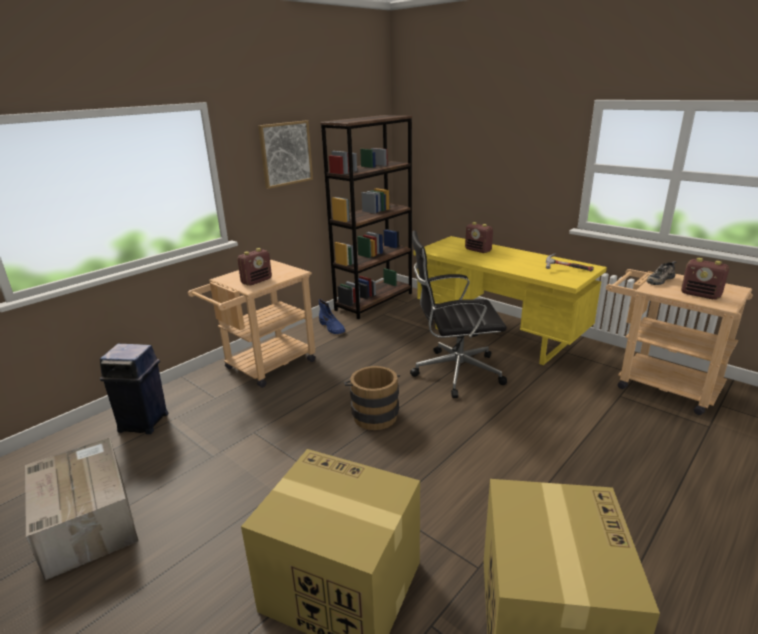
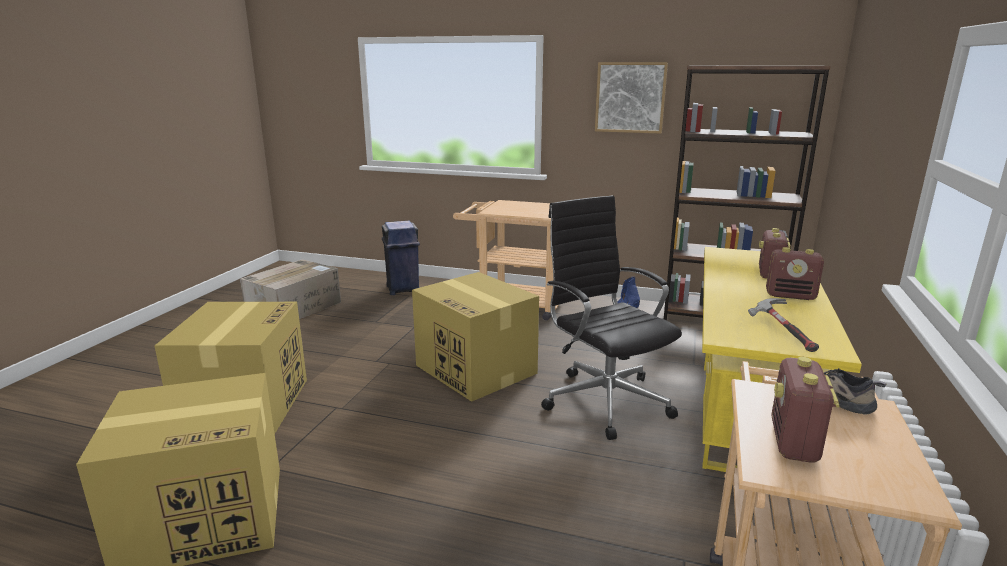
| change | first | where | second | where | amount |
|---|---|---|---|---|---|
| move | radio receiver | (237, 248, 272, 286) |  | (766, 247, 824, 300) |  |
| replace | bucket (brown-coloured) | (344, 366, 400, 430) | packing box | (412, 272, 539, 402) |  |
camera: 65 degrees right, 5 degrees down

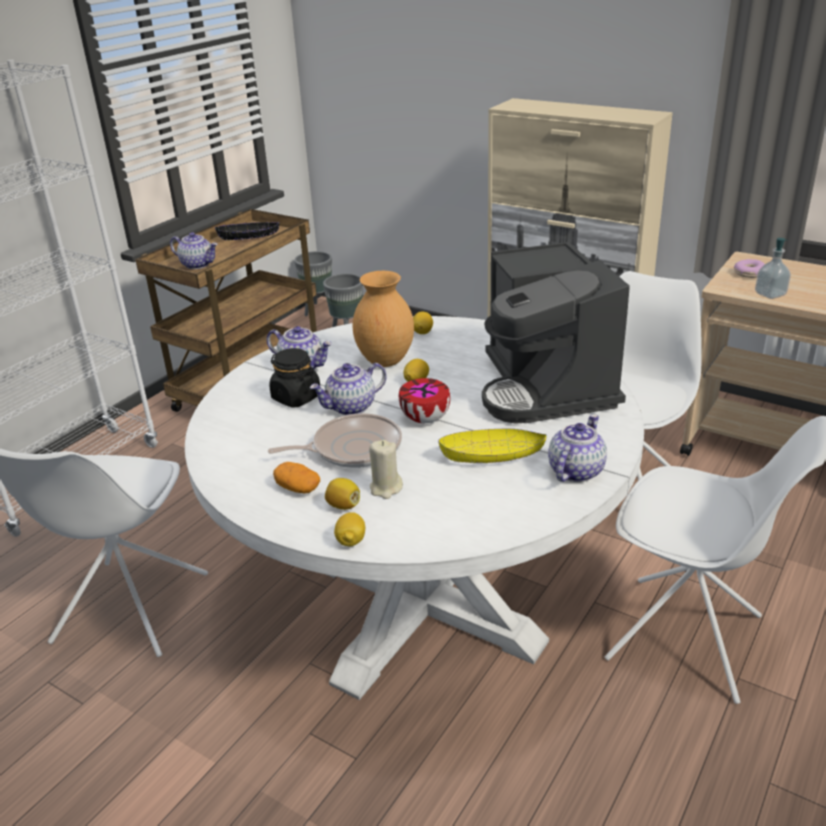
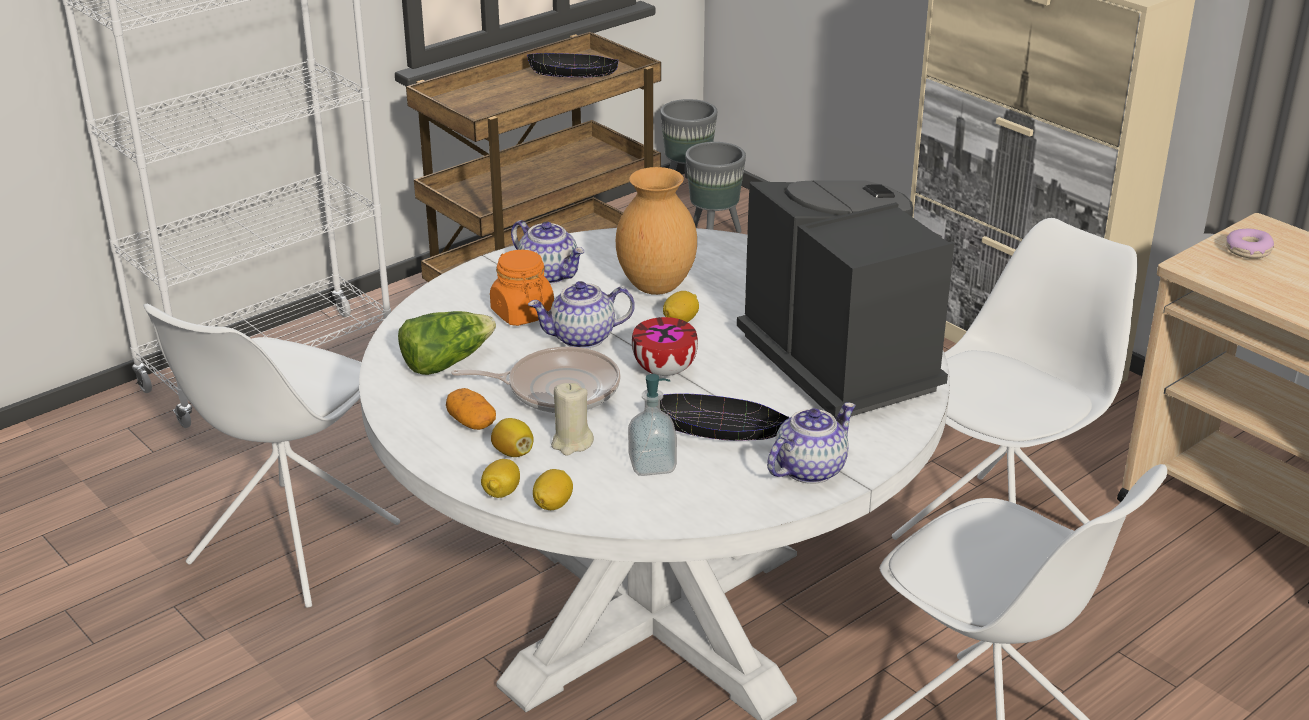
| change | first | where | second | where | amount |
|---|---|---|---|---|---|
| delete | pot for tea | (170, 232, 218, 269) |  |  |  |
| insert |  |  | lettuce head | (398, 311, 496, 375) |  |
| move | lemon | (413, 312, 433, 334) |  | (533, 469, 573, 510) |  |
| move | soap dispenser | (755, 238, 791, 299) |  | (628, 374, 677, 476) |  |
| recolor | preserve jar (black) | (269, 348, 320, 408) | preserve jar (orangey) | (490, 250, 554, 326) |  |
| recolor | deep dish (yellowish) | (438, 429, 547, 463) | deep dish (black) | (660, 394, 789, 441) |  |
| rotate | coffee machine | (482, 242, 630, 424) |  | (737, 181, 954, 419) | 150 degrees clockwise |
camera: 15 degrees right, 0 degrees up

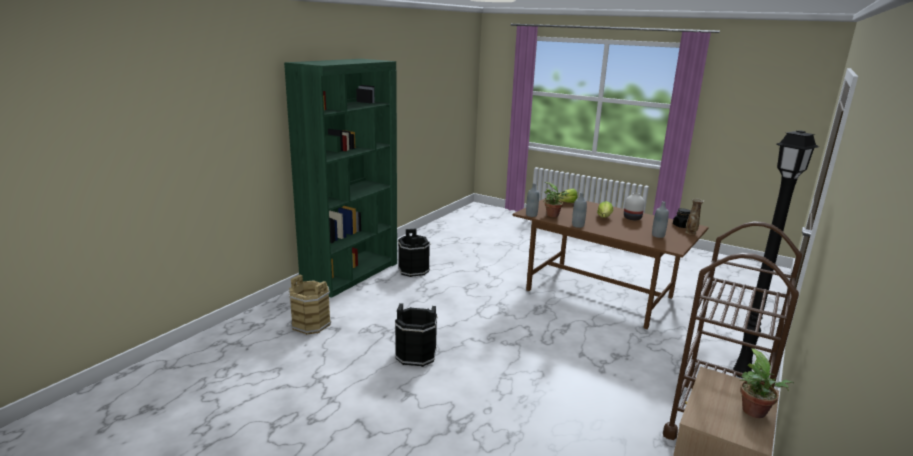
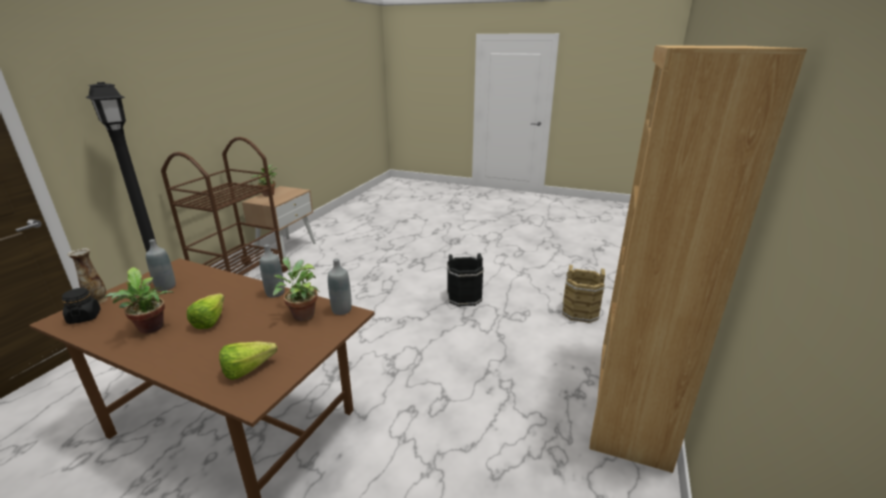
| change | first | where | second | where | amount |
|---|---|---|---|---|---|
| delete | bucket (black) | (398, 229, 431, 277) |  |  |  |
| replace | vase (white) | (624, 193, 645, 220) | plant in a pot | (105, 267, 173, 334) |  |
| recolor | bookcase (greenish) | (284, 59, 397, 298) | bookcase (brown-coloured) | (589, 45, 807, 473) |  |
camera: 170 degrees right, 5 degrees up

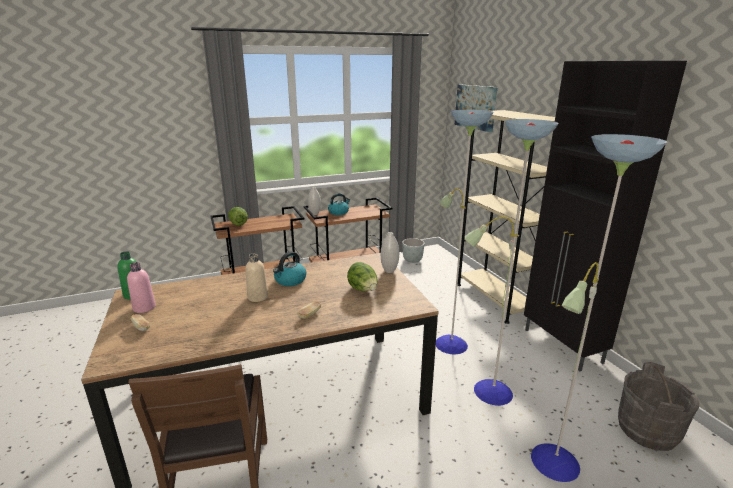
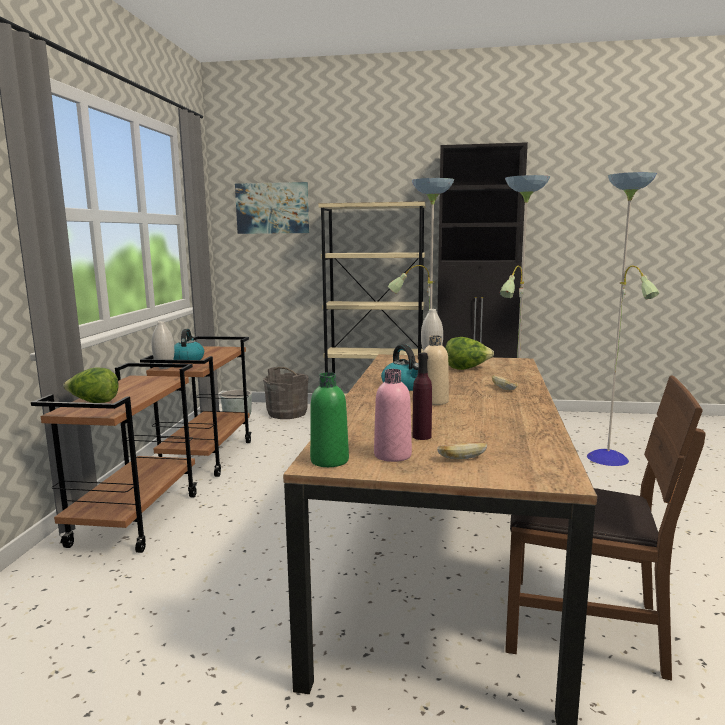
| change | first | where | second | where | amount |
|---|---|---|---|---|---|
| insert |  |  | beverage bottle (purple-coloured) | (412, 353, 432, 440) |  |
| move | bucket (grey) | (618, 362, 700, 451) |  | (263, 367, 308, 419) |  |
camera: 60 degrees left, 10 degrees down

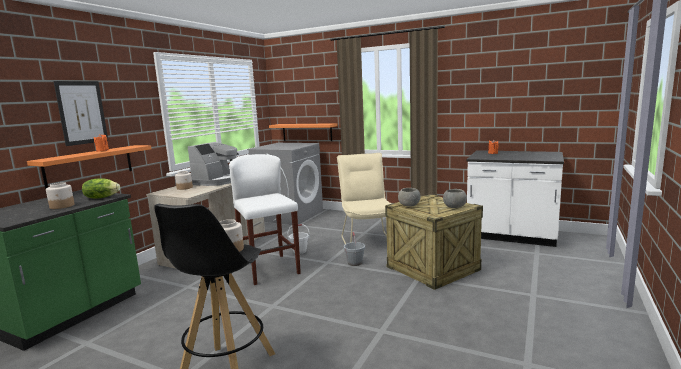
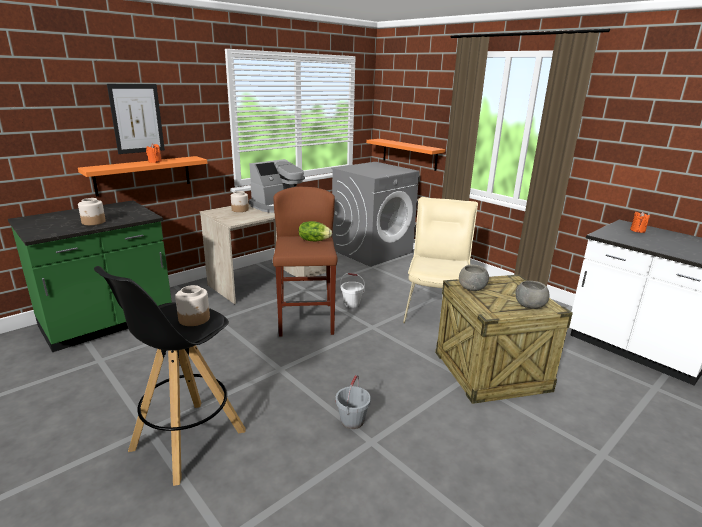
| change | first | where | second | where | amount |
|---|---|---|---|---|---|
| move | lettuce head | (82, 178, 120, 199) |  | (298, 221, 332, 241) |  |
| move | bucket (grey) | (344, 232, 365, 266) |  | (335, 375, 371, 429) |  |
| recolor | stool (white) | (229, 154, 301, 285) | stool (brown-coloured) | (273, 187, 338, 337) |  |
camera: 20 degrees right, 10 degrees up

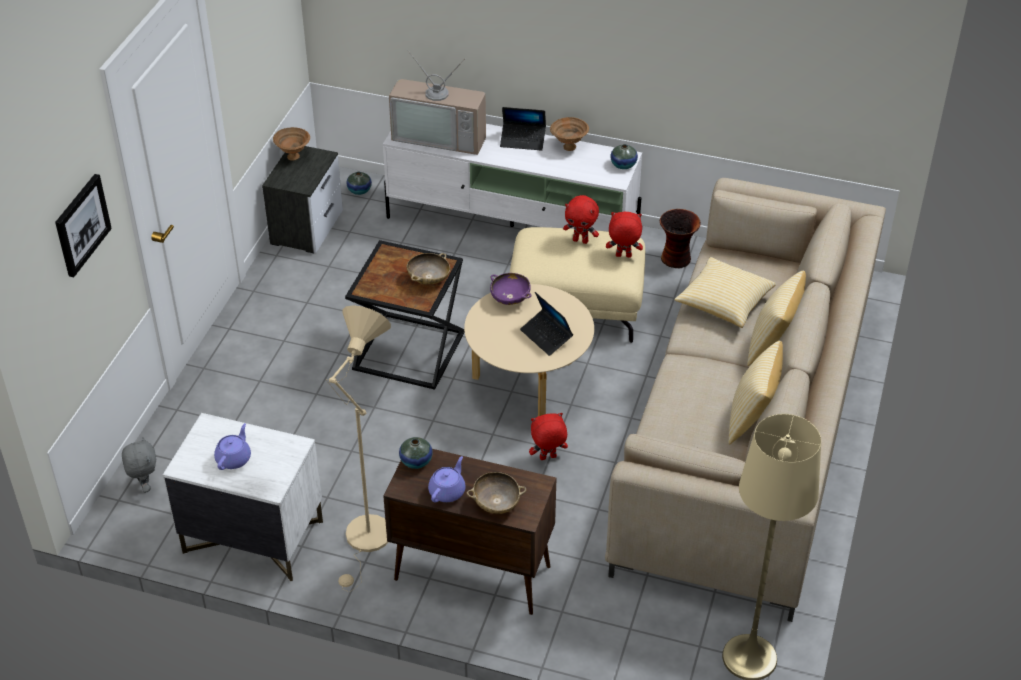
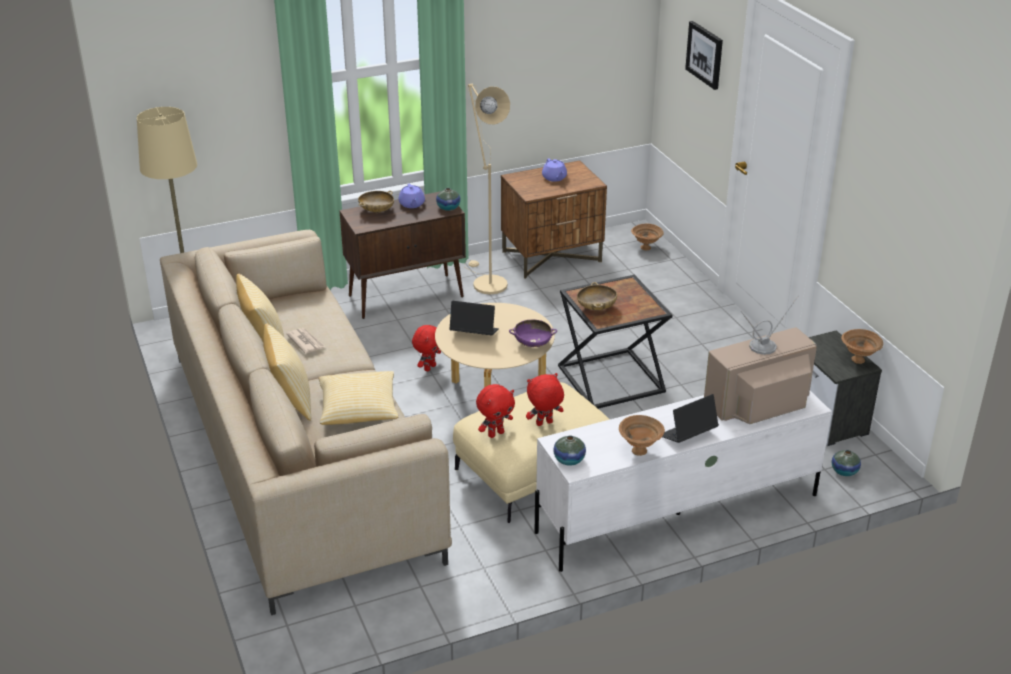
| change | first | where | second | where | amount |
|---|---|---|---|---|---|
| delete | vase | (660, 209, 701, 268) |  |  |  |
| insert |  |  | newspaper | (286, 328, 325, 354) |  |
| replace | soft toy (grey) | (122, 437, 156, 493) | deep dish (brown-coloured) | (631, 224, 663, 250) |  |
| recolor | bedside table (white) | (163, 413, 323, 582) | bedside table (brown-coloured) | (501, 160, 607, 279) |  |
camera: 140 degrees right, 10 degrees down

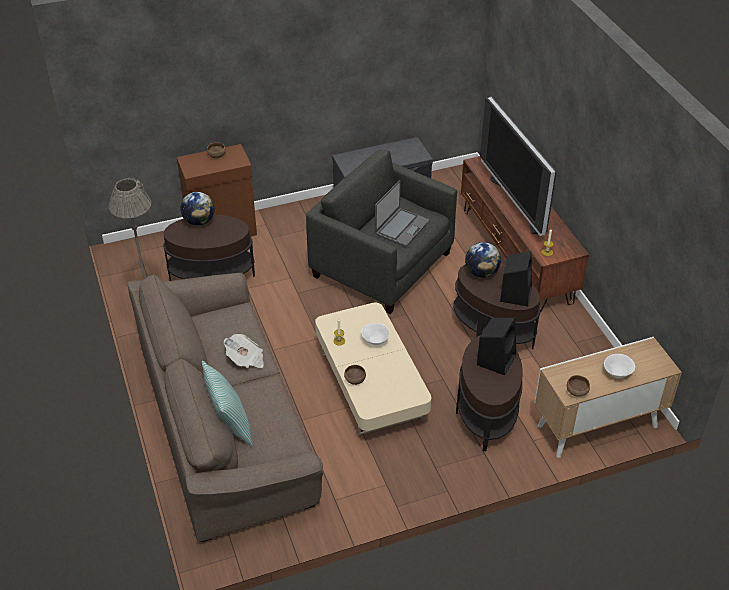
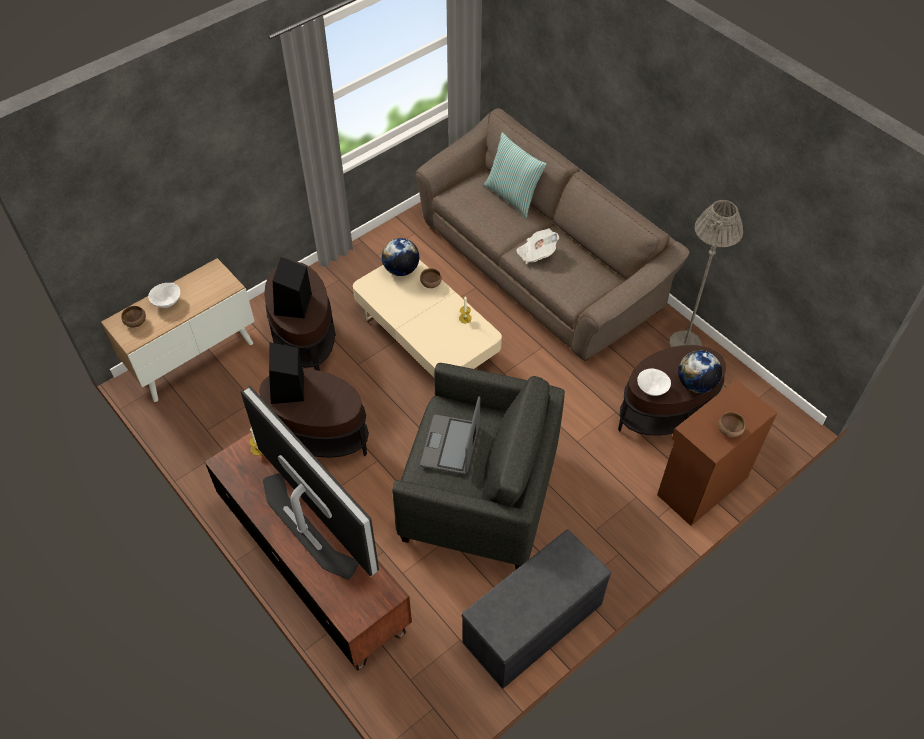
| change | first | where | second | where | amount |
|---|---|---|---|---|---|
| move | deep dish (white) | (361, 323, 390, 345) |  | (637, 369, 671, 396) |  |
| move | desk globe | (465, 242, 501, 278) |  | (382, 238, 419, 276) |  |
| move | deep dish (brown-coloured) | (567, 375, 590, 397) |  | (121, 306, 146, 328) |  |
camera: 160 degrees right, 10 degrees up

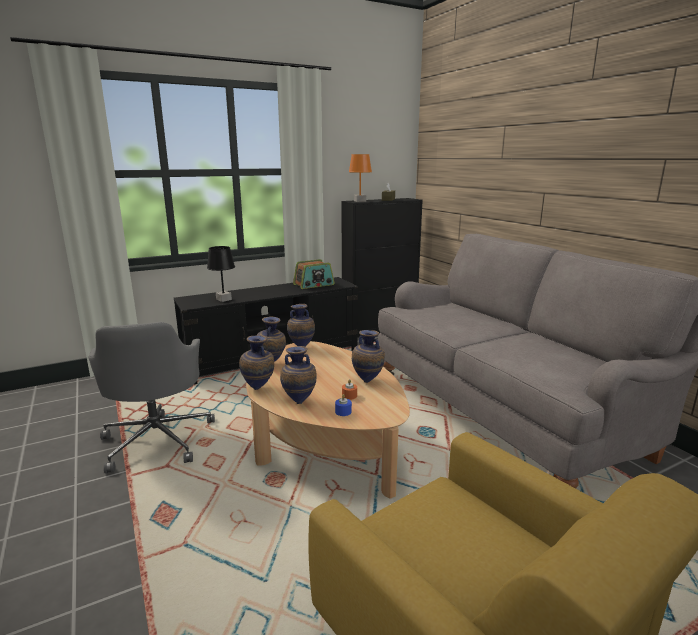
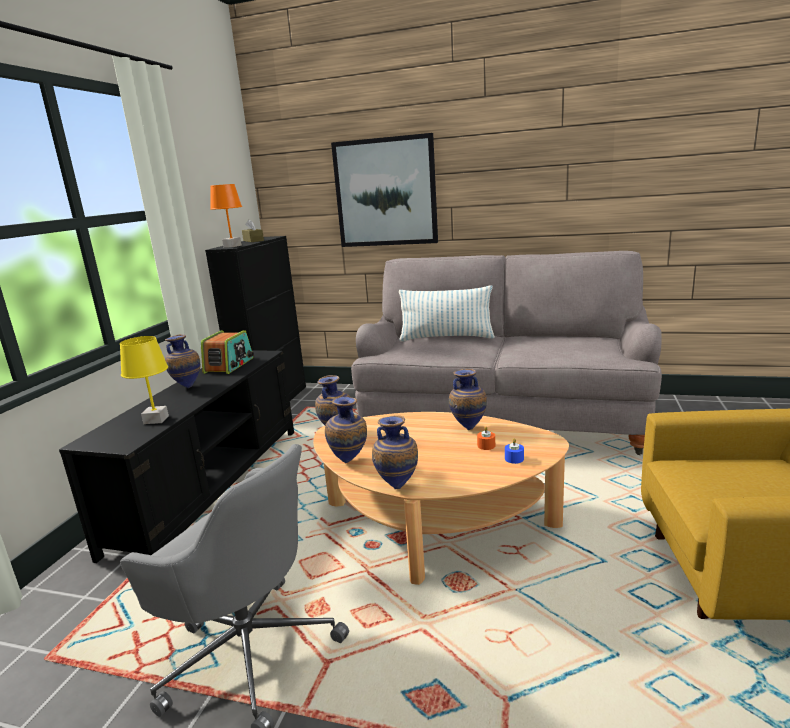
| change | first | where | second | where | amount |
|---|---|---|---|---|---|
| insert |  |  | picture | (331, 133, 438, 247) |  |
| insert |  |  | cushion | (399, 285, 495, 342) |  |
| move | vase | (280, 346, 317, 404) |  | (165, 334, 200, 388) |  |
| recolor | table lamp (black) | (207, 246, 235, 302) | table lamp (yellowish) | (120, 336, 169, 424) |  |
camera: 45 degrees left, 0 degrees up

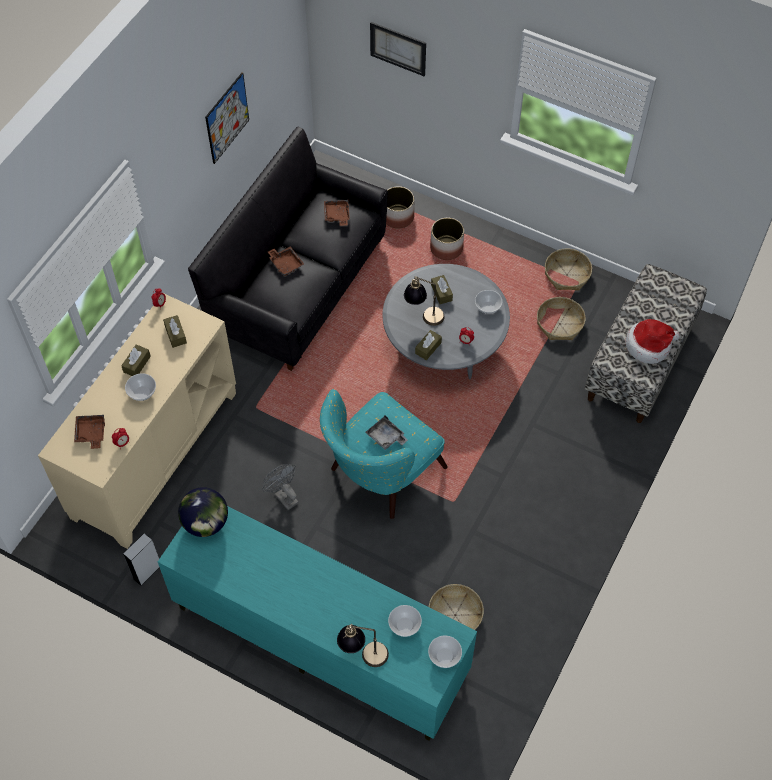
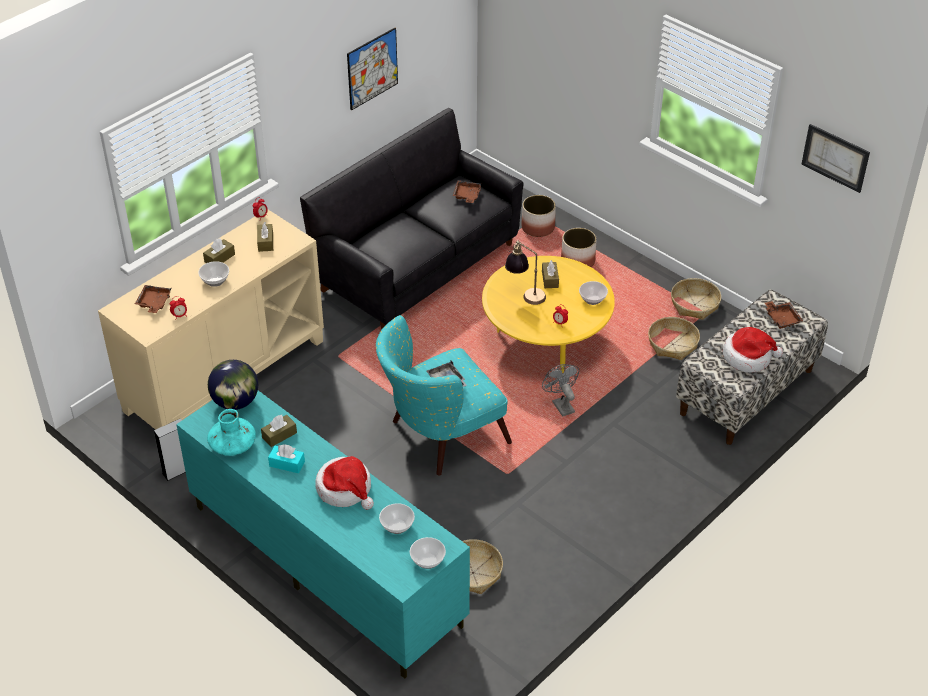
| change | first | where | second | where | amount |
|---|---|---|---|---|---|
| delete | table lamp | (337, 624, 389, 667) |  |  |  |
| insert |  |  | vase (blue-green) | (207, 409, 256, 456) |  |
| insert |  |  | tissue box (blue-green) | (268, 444, 305, 473) |  |
| insert |  |  | hat | (315, 456, 374, 510) |  |
| move | electric fan (grey) | (262, 464, 299, 510) |  | (542, 364, 579, 417) |  |
| move | tray (brown-coloured) | (268, 246, 304, 276) |  | (765, 301, 803, 329) |  |
| move | picture | (370, 22, 426, 76) |  | (801, 124, 870, 193) |  |
| move | tissue box (brown-coloured) | (415, 330, 442, 360) |  | (261, 415, 297, 447) |  |
| recolor | low table (grey) | (383, 264, 510, 379) | low table (yellowish) | (482, 256, 615, 373) |  |
camera: 15 degrees right, 15 degrees down

